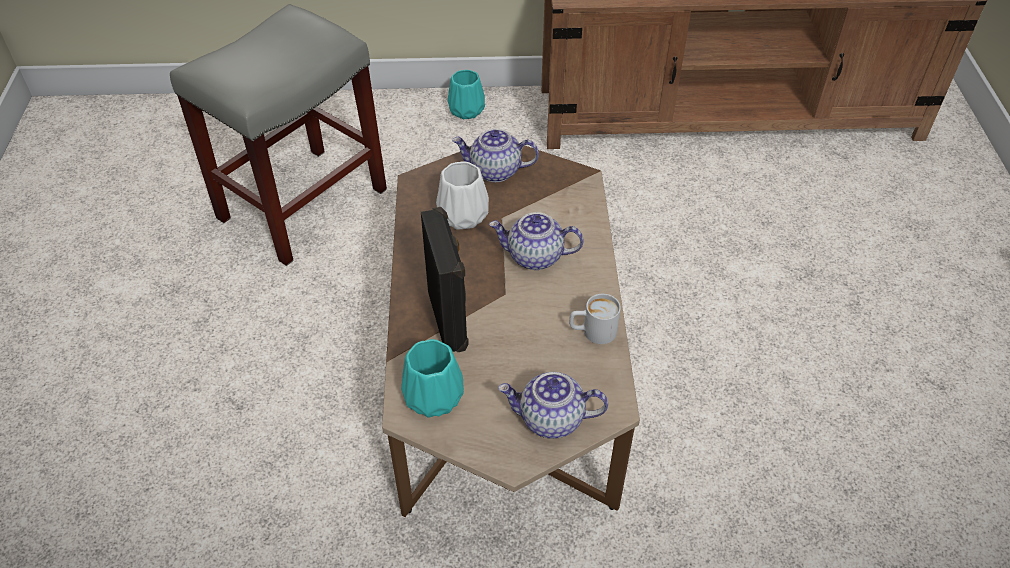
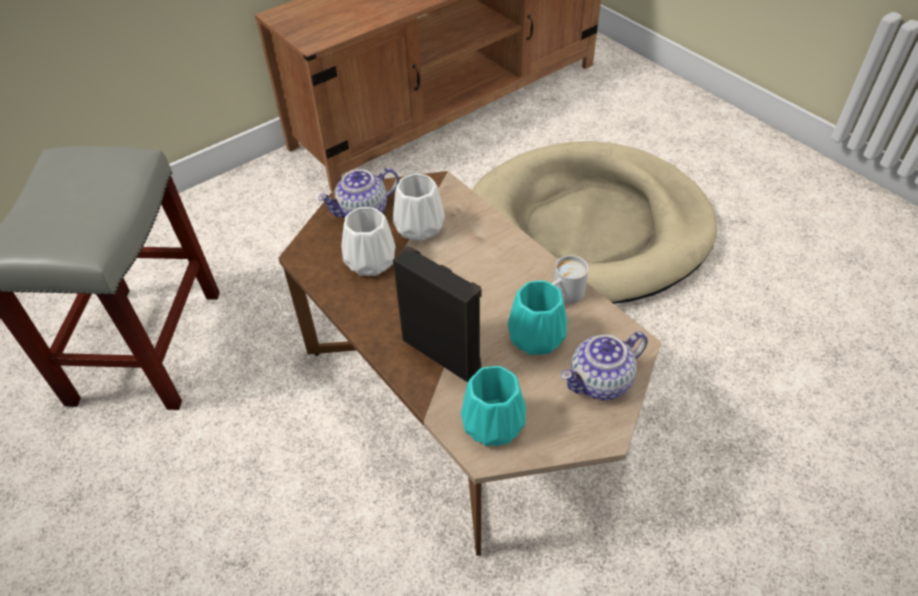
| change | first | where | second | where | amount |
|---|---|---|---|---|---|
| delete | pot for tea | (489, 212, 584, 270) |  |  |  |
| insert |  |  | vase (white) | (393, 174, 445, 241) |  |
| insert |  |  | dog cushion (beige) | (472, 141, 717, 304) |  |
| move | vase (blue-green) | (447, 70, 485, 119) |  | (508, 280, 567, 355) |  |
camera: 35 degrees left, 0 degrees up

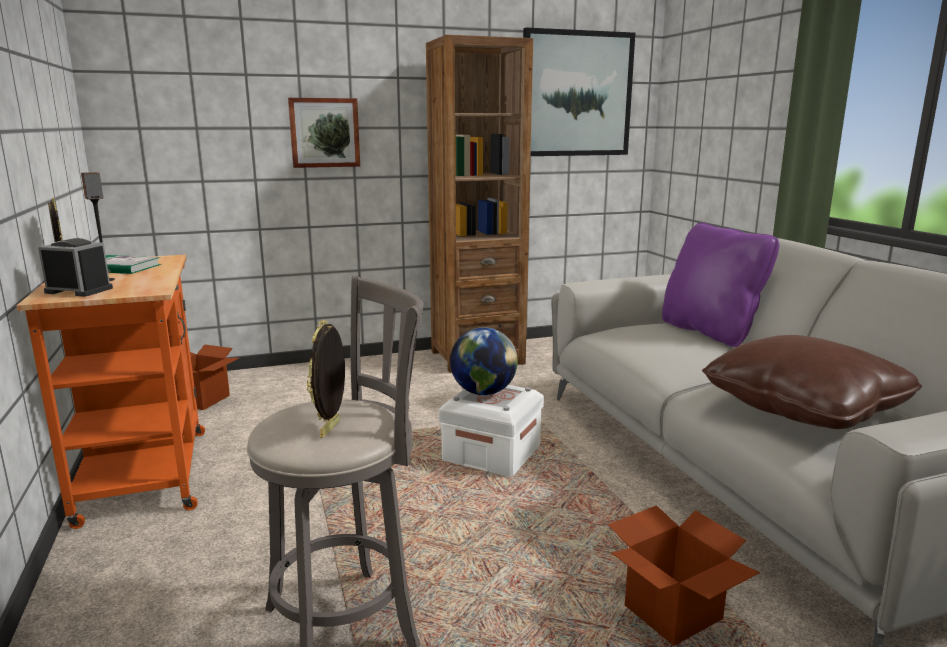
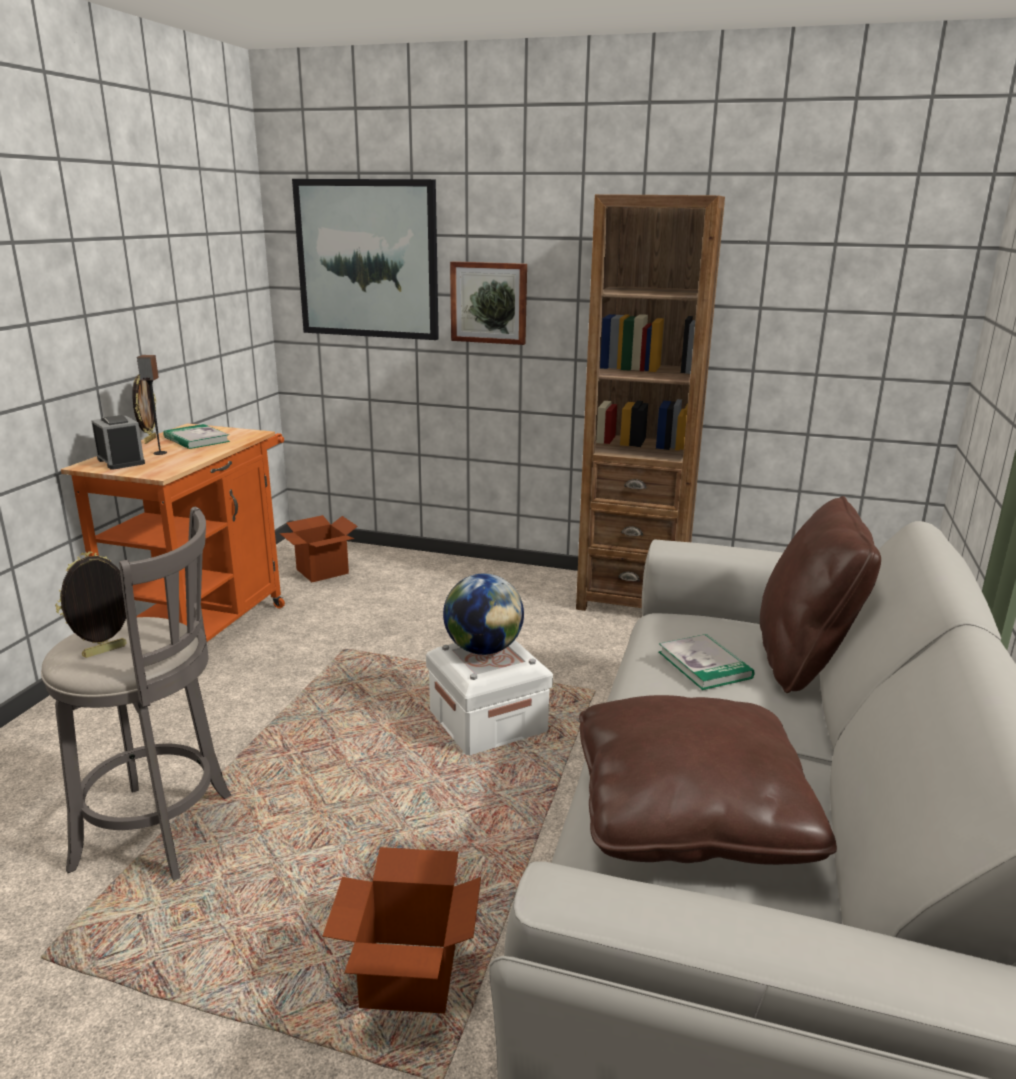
| change | first | where | second | where | amount |
|---|---|---|---|---|---|
| insert |  |  | book | (659, 634, 754, 690) |  |
| move | picture | (523, 28, 635, 156) |  | (292, 179, 439, 340) |  |
| recolor | cushion (purple-coloured) | (662, 223, 779, 347) | cushion (brown-coloured) | (760, 496, 881, 693) |  |
camera: 35 degrees right, 5 degrees up

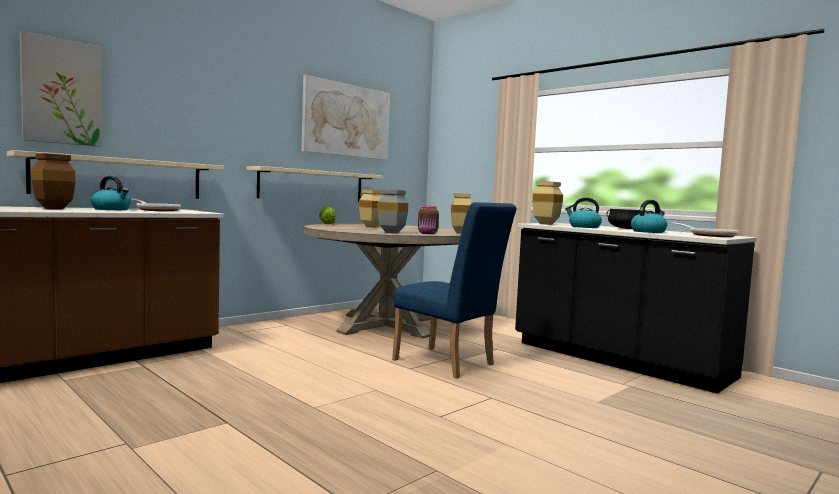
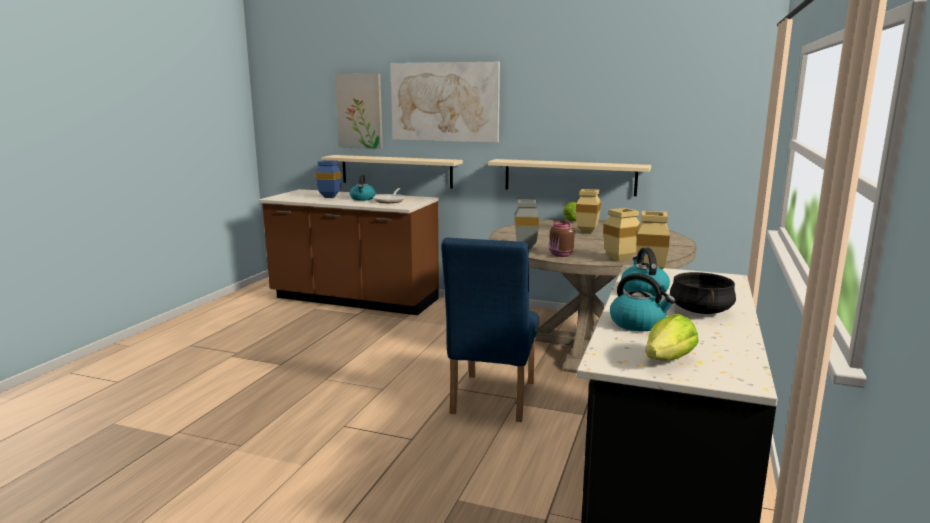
| change | first | where | second | where | amount |
|---|---|---|---|---|---|
| move | picture | (301, 75, 390, 160) |  | (390, 62, 500, 142) |  |
| replace | pan | (672, 222, 738, 237) | lettuce head | (645, 314, 699, 361) |  |
| recolor | vase (brown-coloured) | (31, 153, 76, 210) | vase (blue-coloured) | (316, 160, 341, 198) |  |
camera: 65 degrees right, 10 degrees up

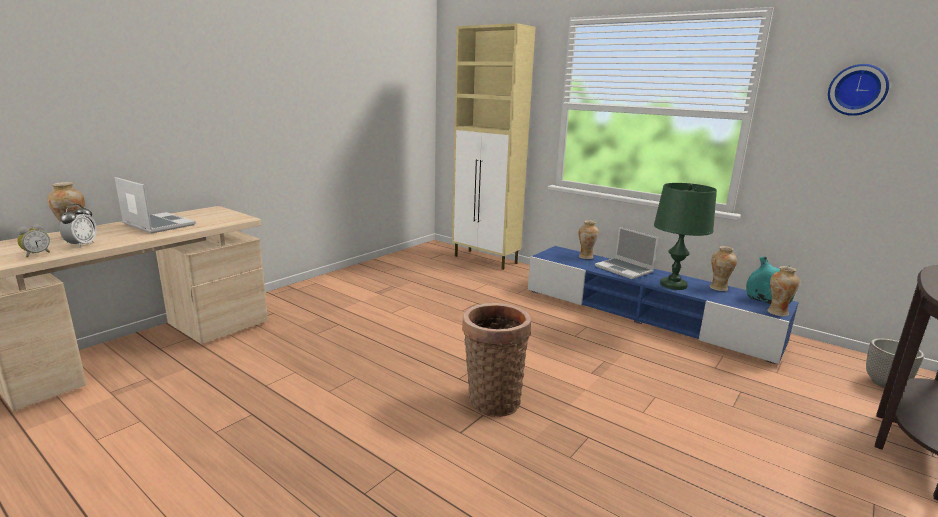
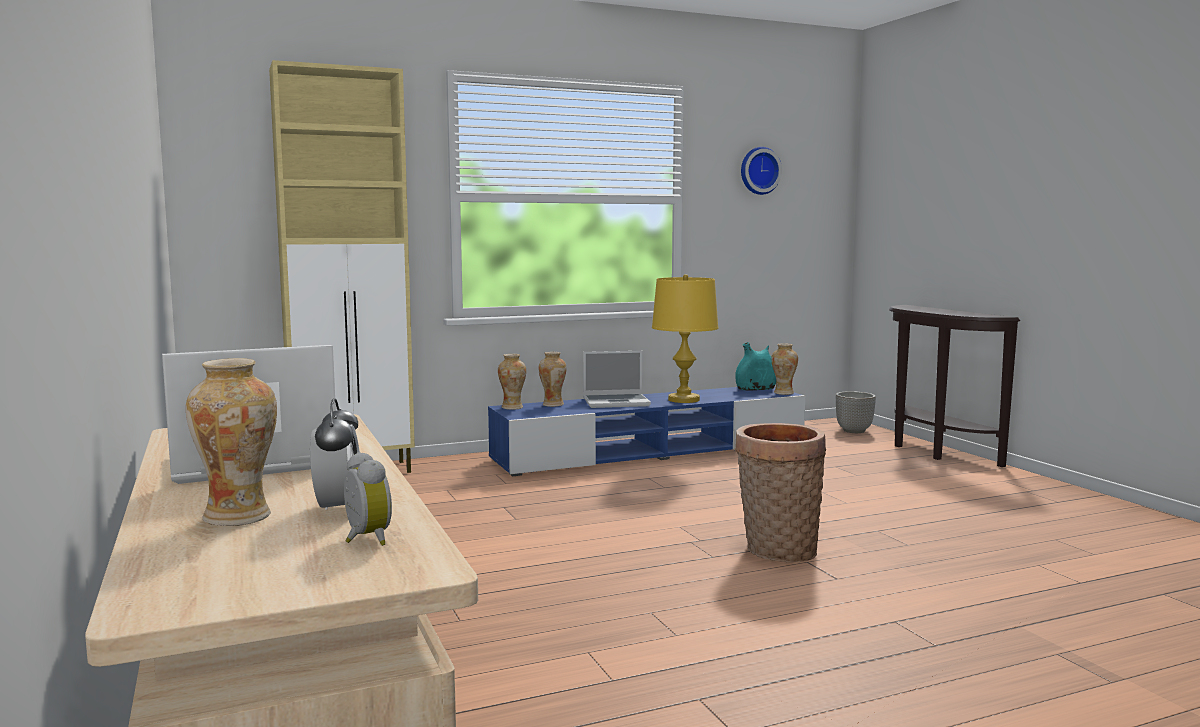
| change | first | where | second | where | amount |
|---|---|---|---|---|---|
| move | vase | (710, 246, 737, 291) |  | (498, 354, 526, 410) |  |
| recolor | table lamp (greenish) | (654, 183, 717, 290) | table lamp (yellowish) | (652, 274, 718, 403) |  |
| rotate | alarm clock | (60, 204, 97, 248) |  | (310, 398, 360, 510) | 45 degrees clockwise |
camera: 60 degrees left, 10 degrees down

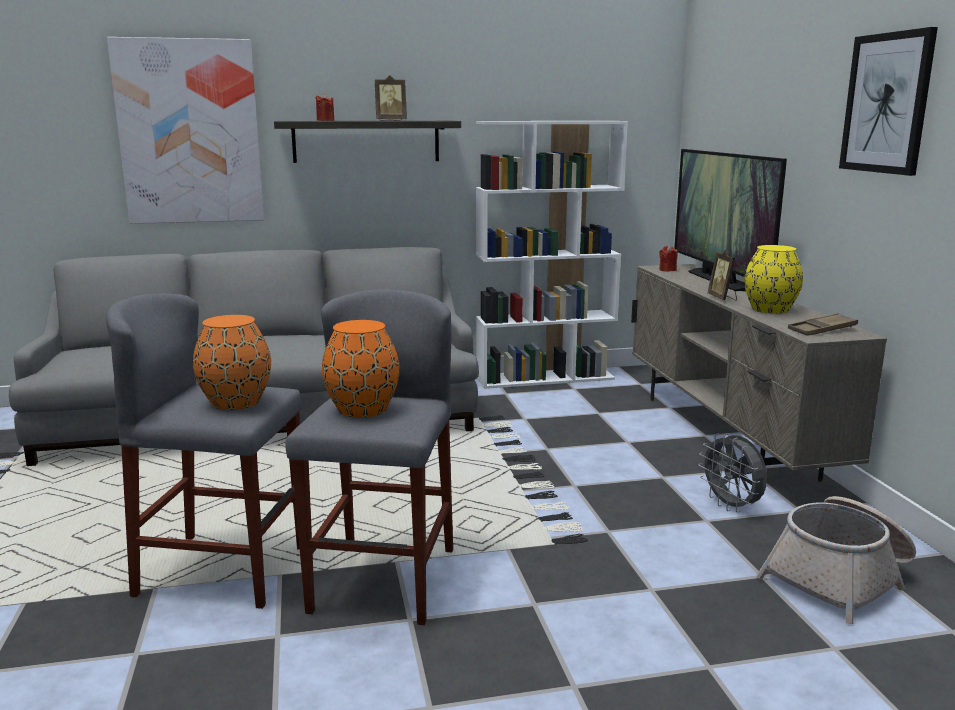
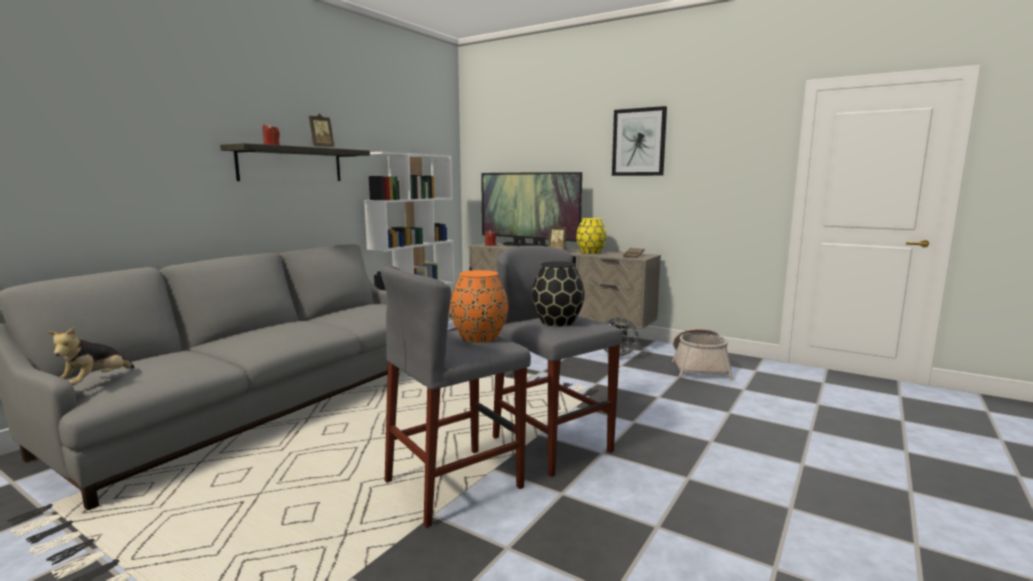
| change | first | where | second | where | amount |
|---|---|---|---|---|---|
| delete | picture | (107, 37, 264, 224) |  |  |  |
| insert |  |  | soft toy | (48, 327, 134, 386) |  |
| recolor | vase (orangey) | (322, 320, 400, 418) | vase (black) | (532, 261, 585, 326) |  |
camera: 45 degrees left, 5 degrees down

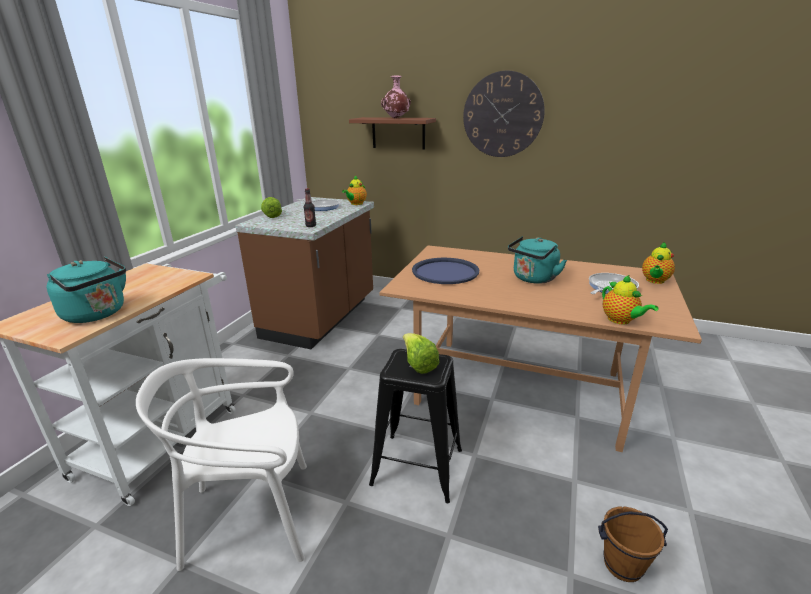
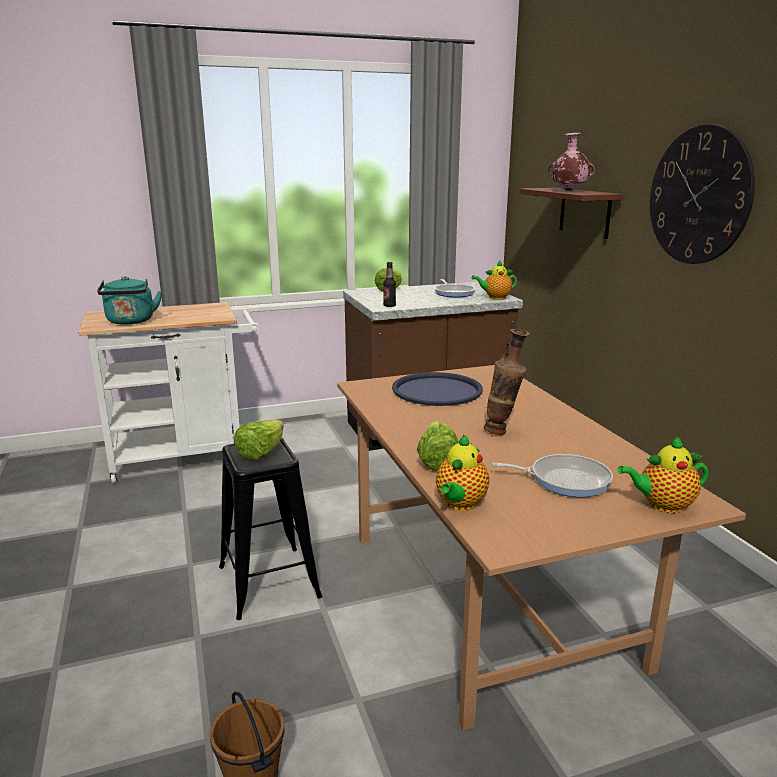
| change | first | where | second | where | amount |
|---|---|---|---|---|---|
| delete | upright chair (white) | (136, 358, 307, 571) |  |  |  |
| insert |  |  | lettuce head | (417, 421, 459, 471) |  |
| replace | water kettle (blue-green) | (508, 236, 567, 284) | vase | (484, 329, 530, 435) |  |
camera: 50 degrees right, 5 degrees down

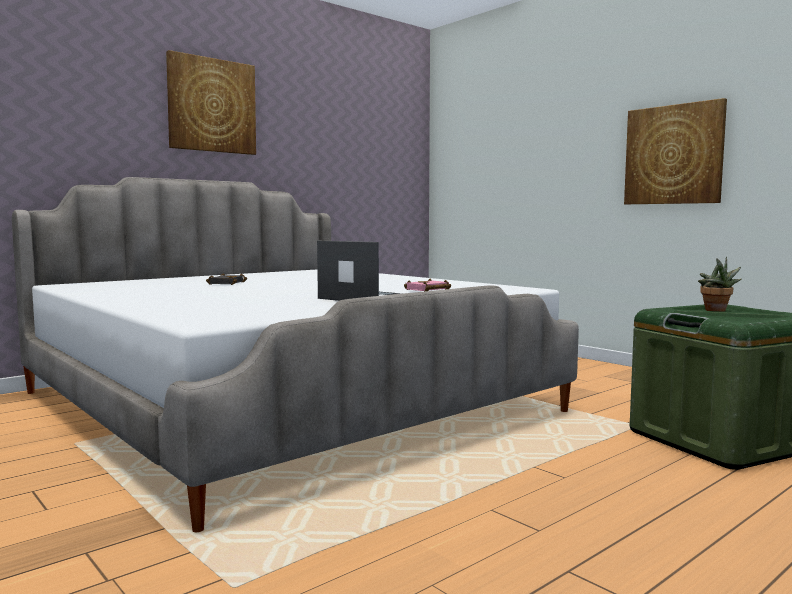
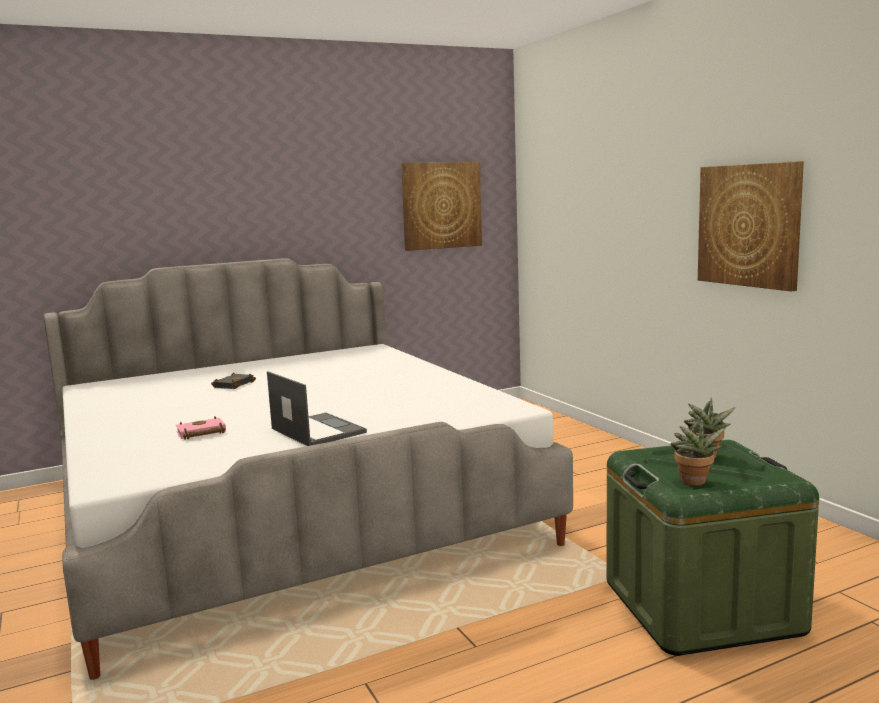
| change | first | where | second | where | amount |
|---|---|---|---|---|---|
| insert |  |  | plant in a pot | (670, 418, 726, 486) |  |
| move | picture | (166, 50, 256, 155) |  | (401, 162, 482, 251) |  |
| move | book (pink) | (404, 279, 451, 291) |  | (176, 417, 226, 440) |  |
camera: 15 degrees right, 5 degrees up

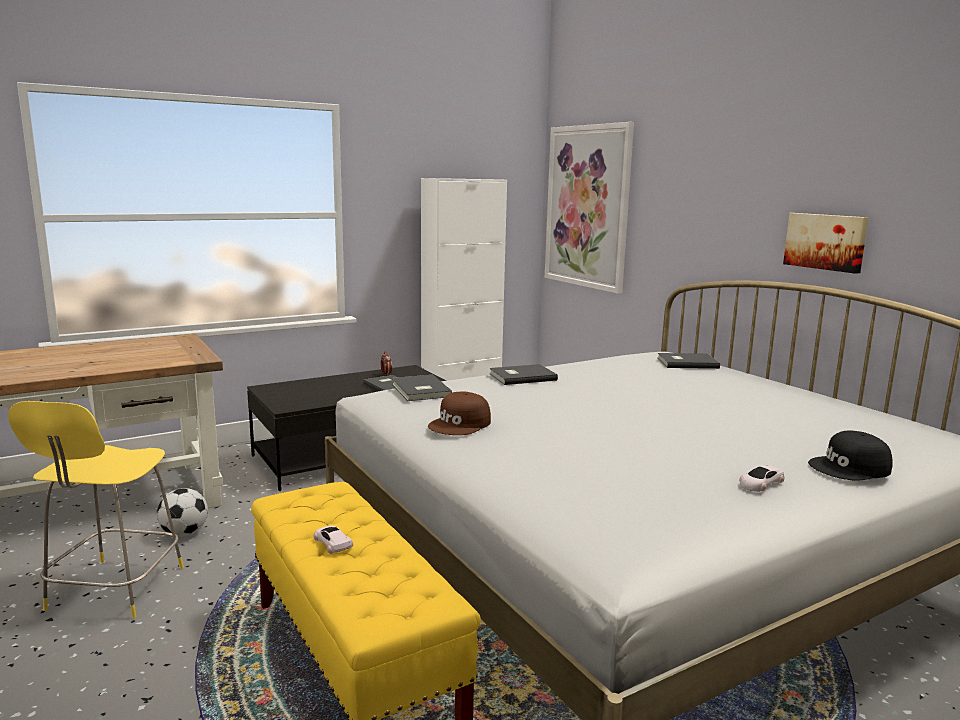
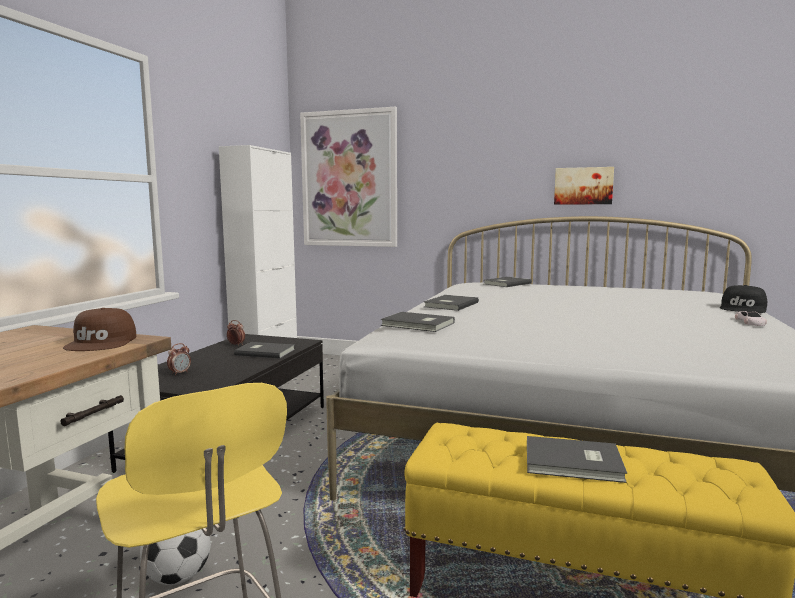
| change | first | where | second | where | amount |
|---|---|---|---|---|---|
| insert |  |  | alarm clock | (167, 343, 191, 375) |  |
| move | baseball cap (brown-coloured) | (428, 391, 491, 435) |  | (63, 308, 136, 351) |  |
| replace | toy car (white) | (313, 526, 353, 554) | book (grey) | (527, 436, 627, 483) |  |
camera: 40 degrees left, 5 degrees down

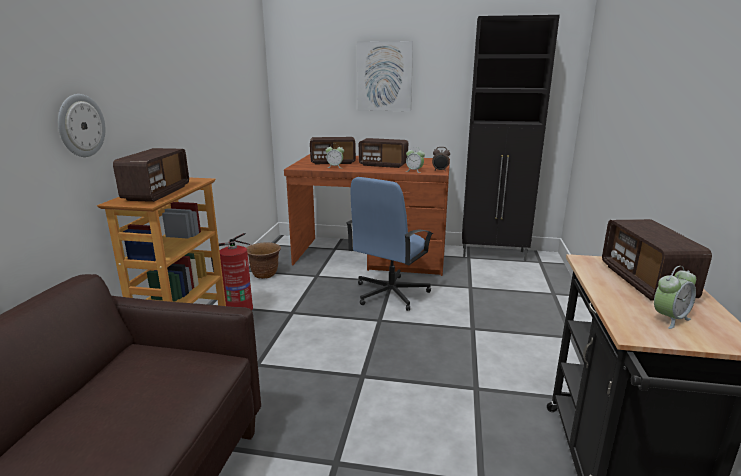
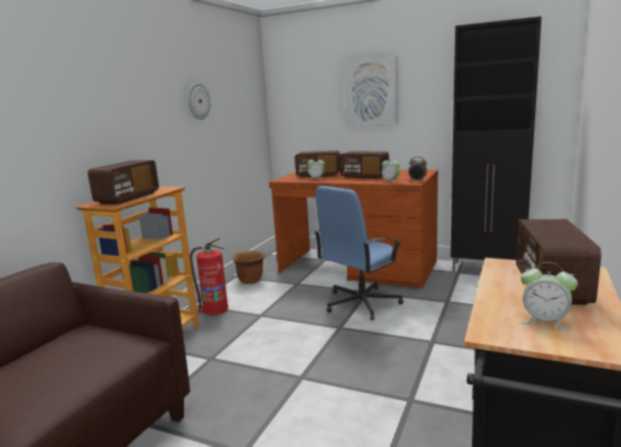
| change | first | where | second | where | amount |
|---|---|---|---|---|---|
| move | clock on the wall | (58, 94, 105, 157) |  | (188, 83, 211, 120) |  |
| rotate | alarm clock | (654, 266, 696, 329) |  | (521, 262, 578, 331) | 45 degrees clockwise |
camera: 15 degrees right, 5 degrees down

